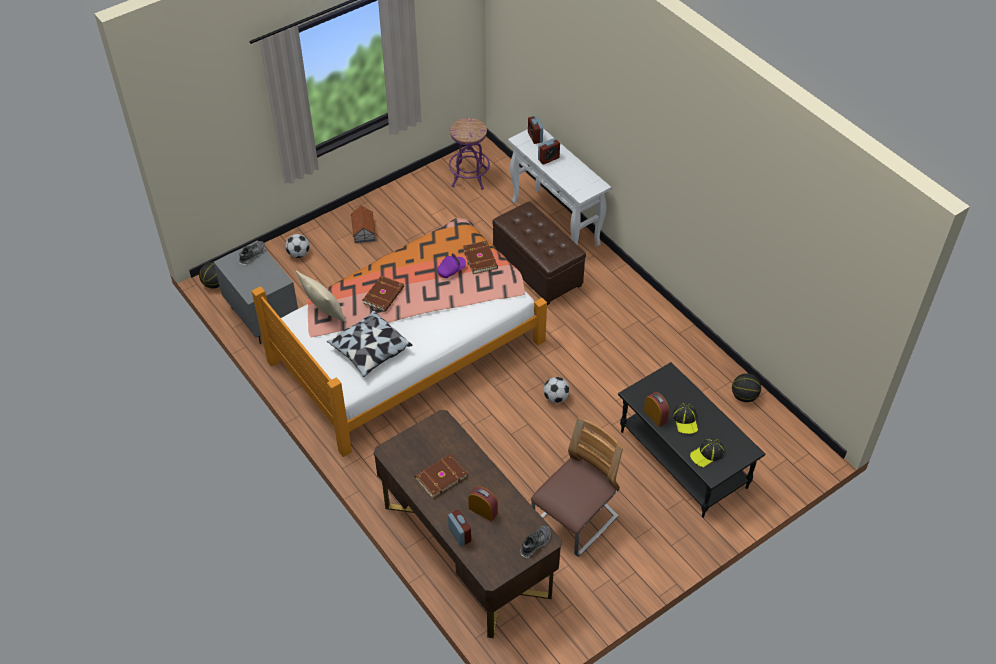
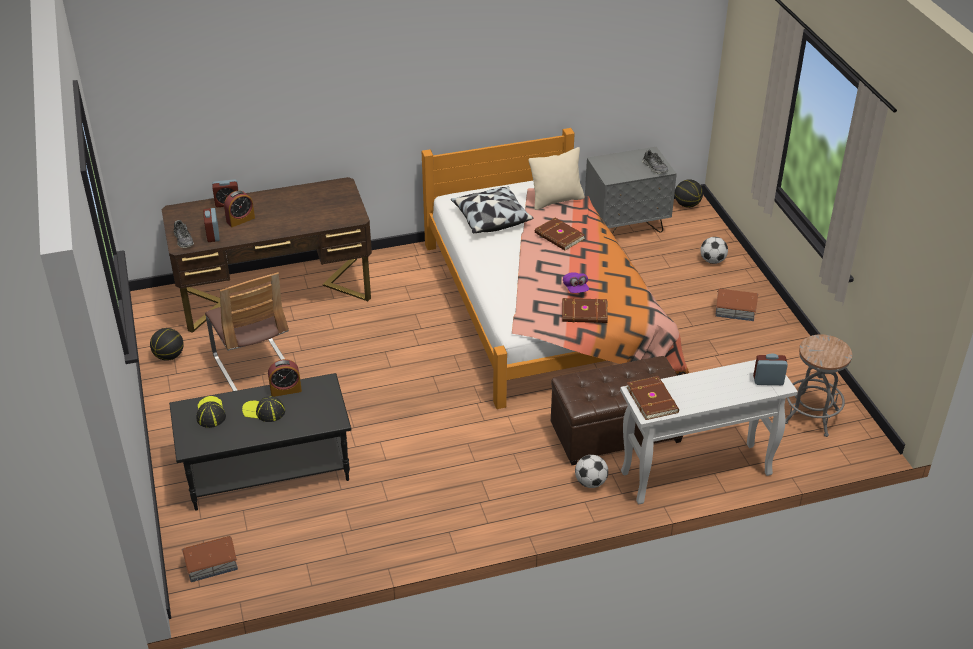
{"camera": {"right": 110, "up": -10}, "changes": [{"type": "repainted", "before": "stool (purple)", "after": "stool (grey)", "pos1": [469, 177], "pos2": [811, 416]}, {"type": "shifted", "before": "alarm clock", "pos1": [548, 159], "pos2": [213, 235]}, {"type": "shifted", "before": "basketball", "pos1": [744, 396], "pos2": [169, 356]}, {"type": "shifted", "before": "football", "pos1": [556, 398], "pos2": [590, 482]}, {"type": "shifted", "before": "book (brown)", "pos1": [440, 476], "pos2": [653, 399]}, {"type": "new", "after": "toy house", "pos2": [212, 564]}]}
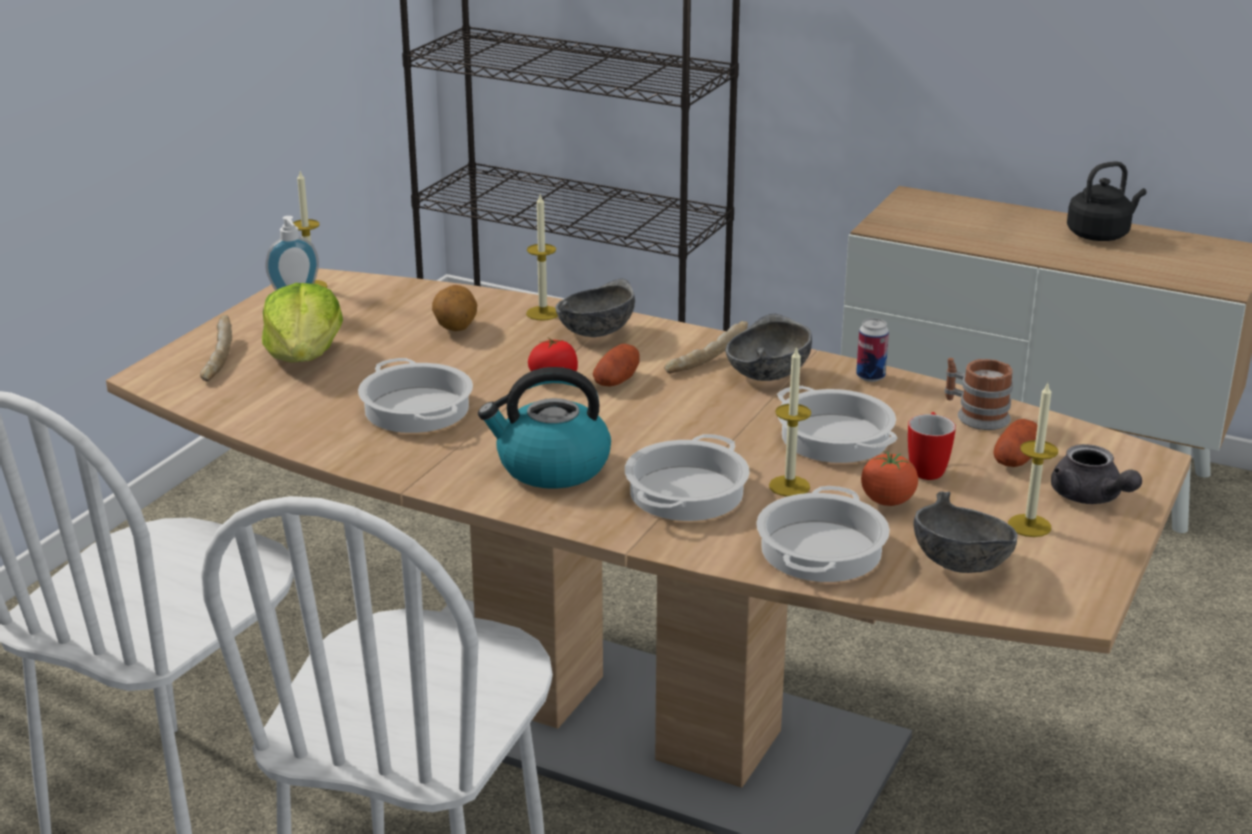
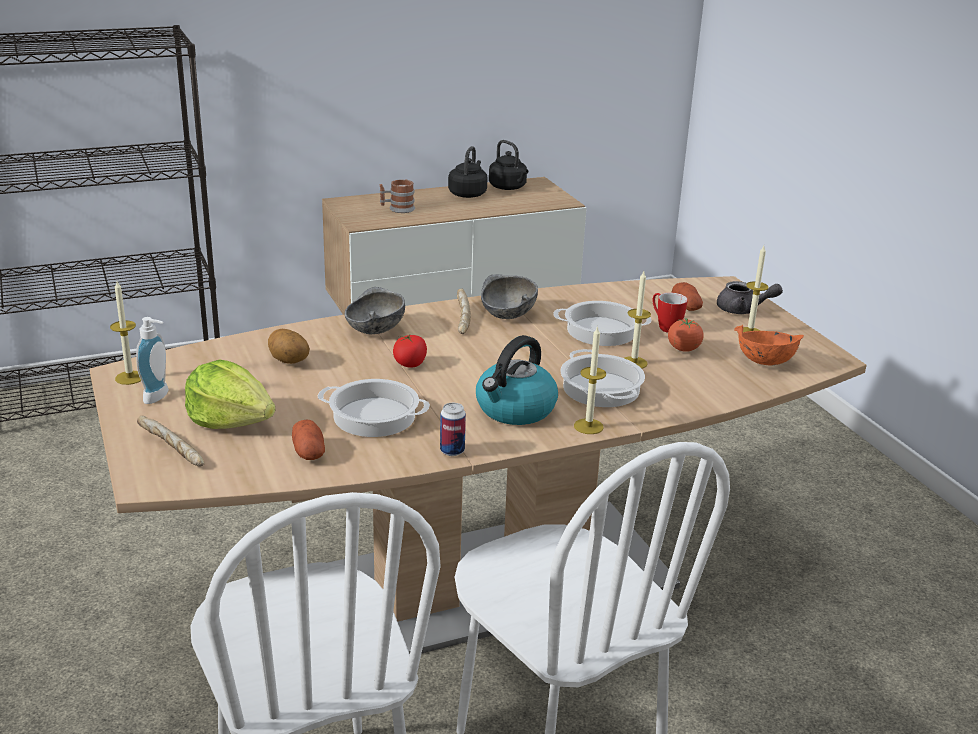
{"camera": {"right": -50, "up": 0}, "changes": [{"type": "shifted", "before": "candle", "pos1": [543, 313], "pos2": [588, 426]}, {"type": "shifted", "before": "can", "pos1": [870, 376], "pos2": [452, 451]}, {"type": "shifted", "before": "potato", "pos1": [616, 381], "pos2": [309, 452]}, {"type": "shifted", "before": "mug", "pos1": [975, 415], "pos2": [397, 209]}, {"type": "gone", "before": "cooking pot", "pos1": [820, 549]}, {"type": "repainted", "before": "bowl (grey)", "after": "bowl (orange)", "pos1": [962, 564], "pos2": [765, 361]}, {"type": "new", "after": "kettle (black)", "pos2": [509, 187]}]}
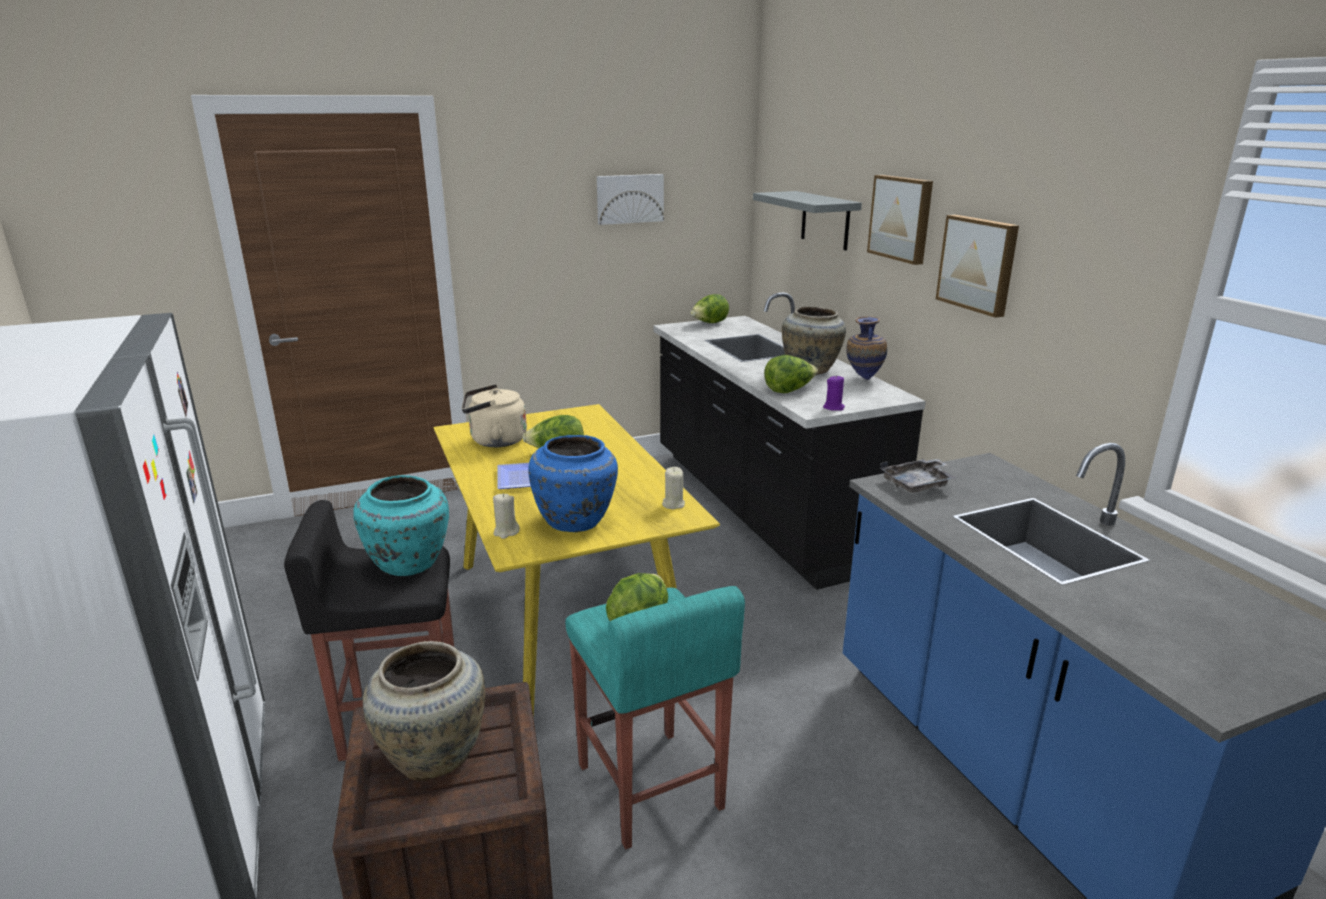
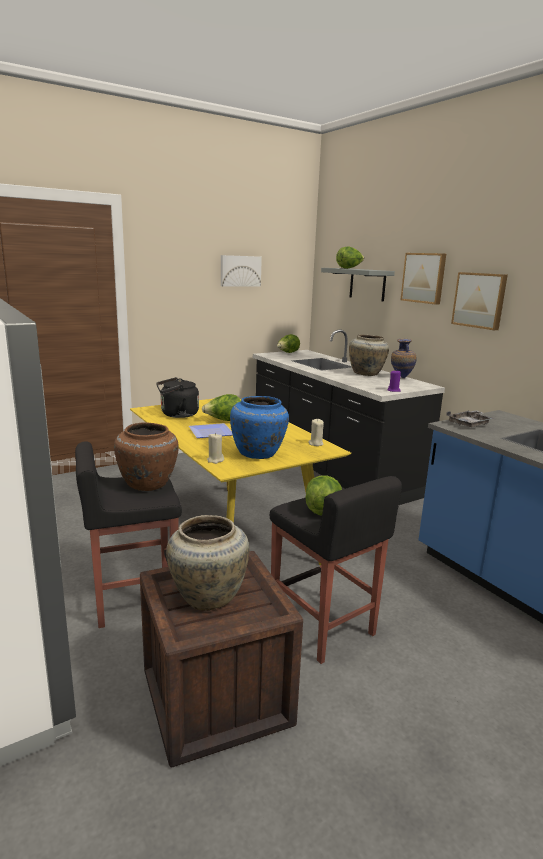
{"camera": {"right": -10, "up": -5}, "changes": [{"type": "shifted", "before": "lettuce", "pos1": [789, 391], "pos2": [349, 268]}, {"type": "repainted", "before": "kettle (beige)", "after": "kettle (black)", "pos1": [494, 441], "pos2": [177, 414]}, {"type": "repainted", "before": "vase (turquoise)", "after": "vase (brown)", "pos1": [408, 564], "pos2": [148, 484]}, {"type": "repainted", "before": "stool (turquoise)", "after": "stool (black)", "pos1": [650, 788], "pos2": [322, 627]}]}
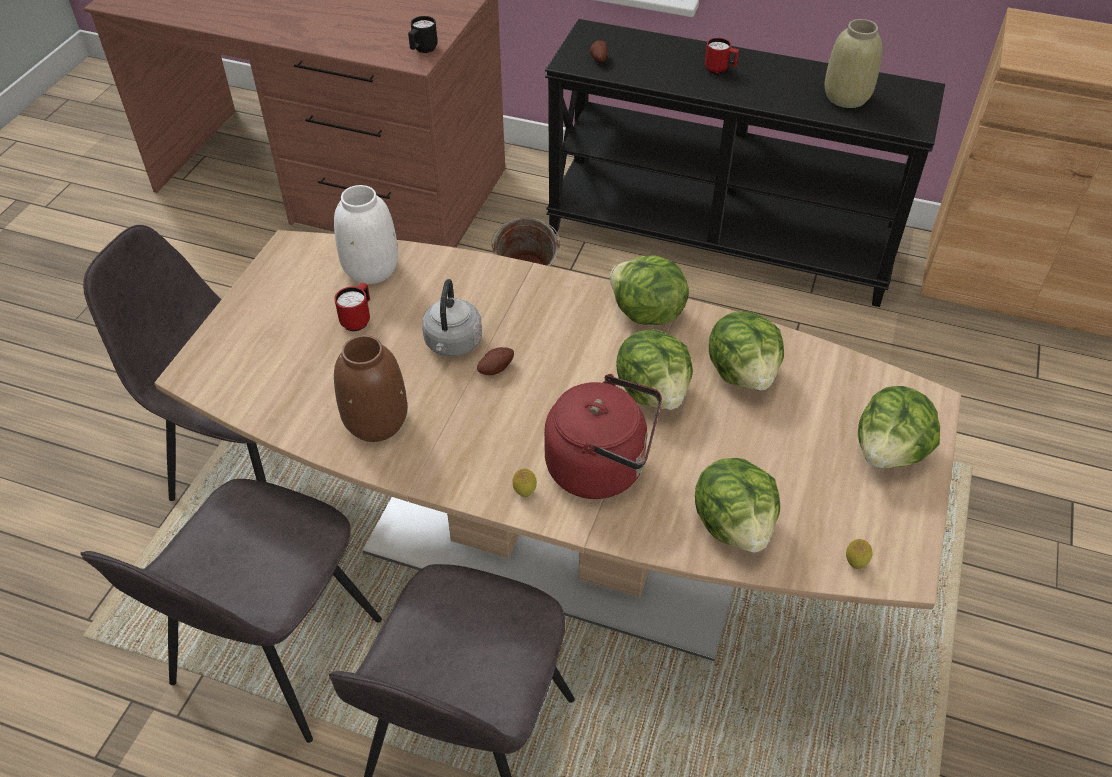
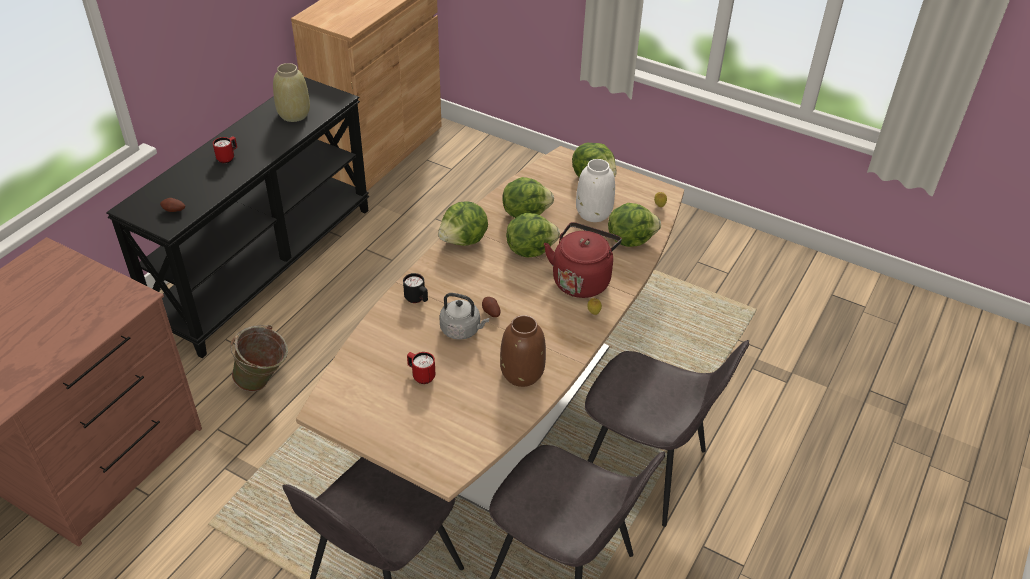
{"camera": {"right": -80, "up": -5}, "changes": [{"type": "shifted", "before": "mug (black)", "pos1": [423, 50], "pos2": [417, 299]}, {"type": "shifted", "before": "vase (white)", "pos1": [371, 269], "pos2": [594, 213]}]}
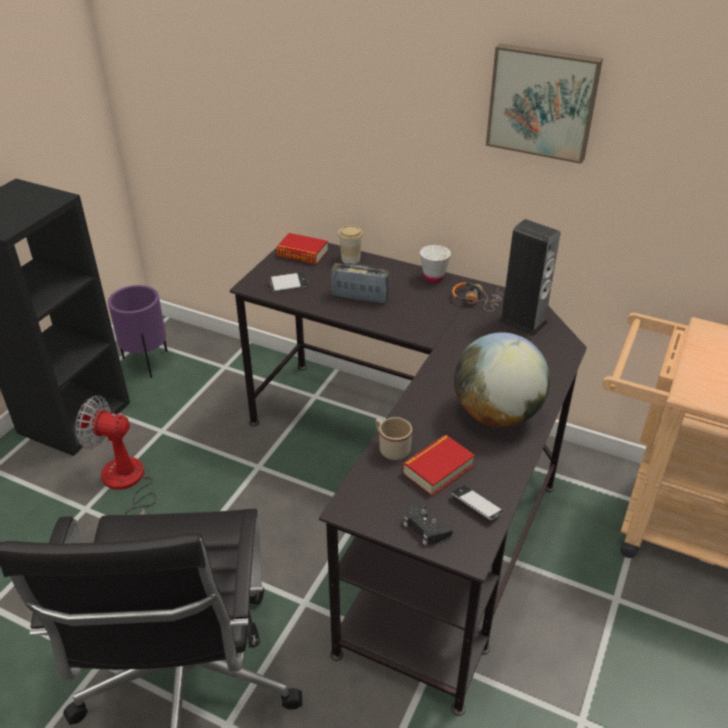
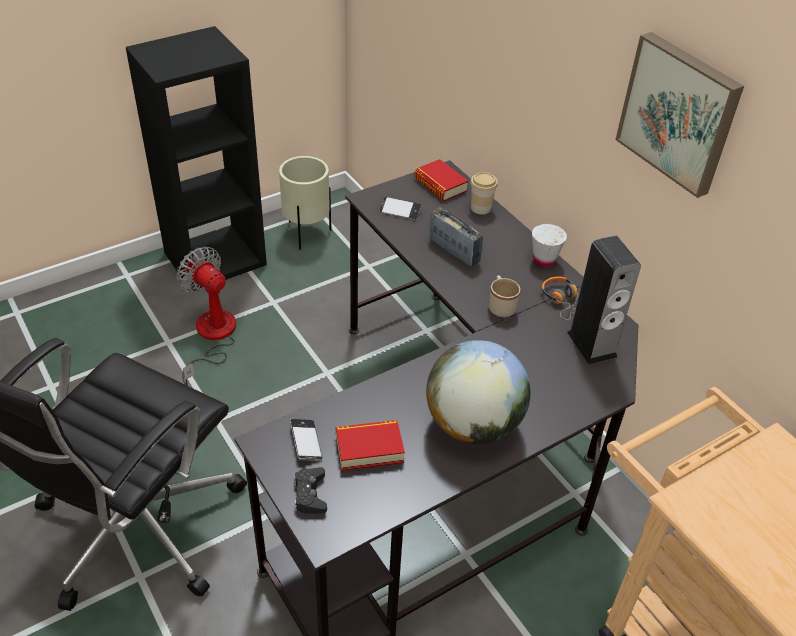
{"camera": {"right": 30, "up": 5}, "changes": [{"type": "repainted", "before": "planter (purple)", "after": "planter (beige)", "pos1": [147, 363], "pos2": [306, 234]}, {"type": "shifted", "before": "mug (beige)", "pos1": [391, 448], "pos2": [501, 306]}, {"type": "shifted", "before": "phone", "pos1": [476, 505], "pos2": [306, 442]}]}
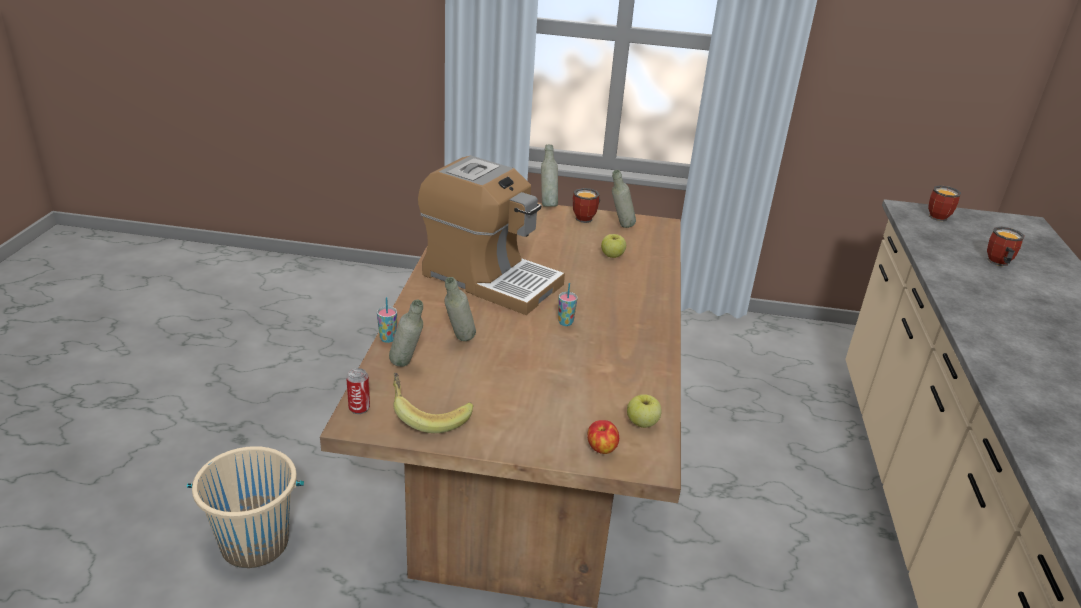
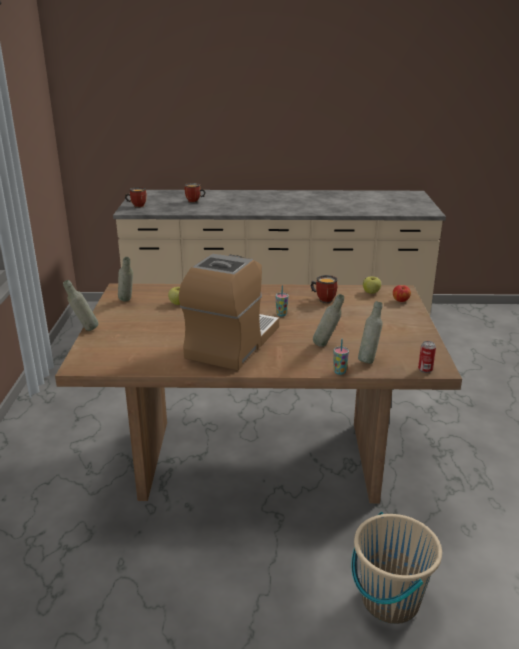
{"camera": {"right": -95, "up": -5}, "changes": [{"type": "shifted", "before": "mug", "pos1": [587, 218], "pos2": [323, 299]}, {"type": "gone", "before": "banana", "pos1": [429, 415]}]}
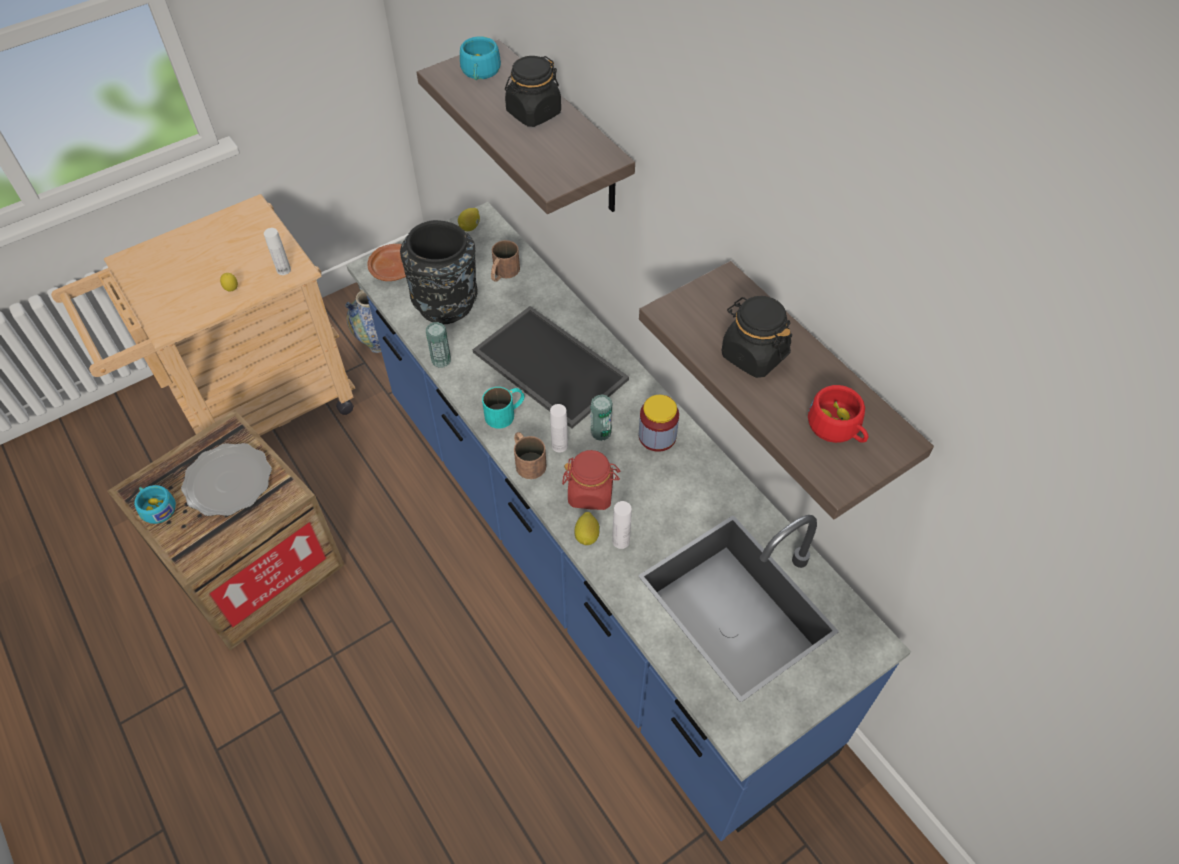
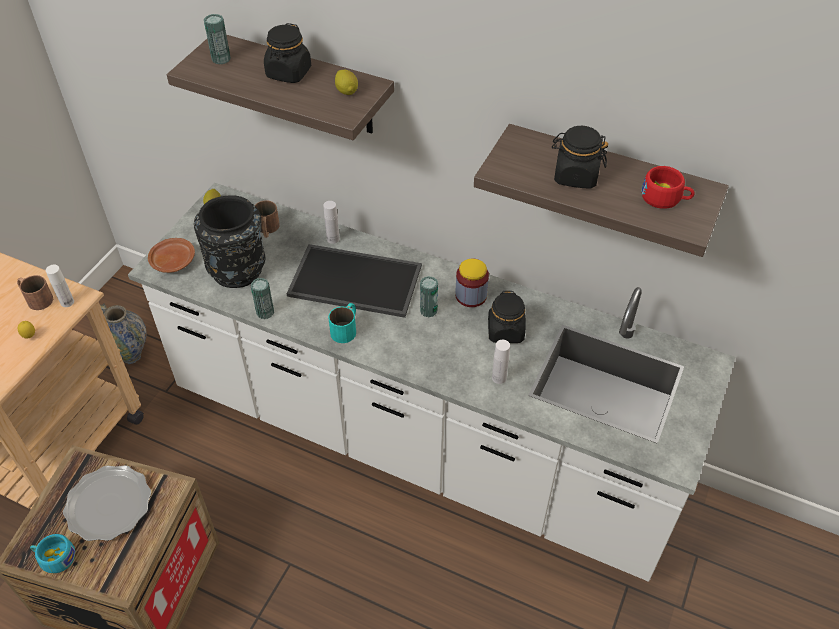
{"camera": {"right": -30, "up": -5}, "changes": [{"type": "swapped", "before": "cup (turquoise)", "after": "can", "pos1": [480, 73], "pos2": [221, 59]}, {"type": "repainted", "before": "counter (blue)", "after": "counter (white)", "pos1": [589, 564], "pos2": [419, 443]}, {"type": "shifted", "before": "bottle (white)", "pos1": [559, 445], "pos2": [333, 239]}, {"type": "shifted", "before": "mug (brown)", "pos1": [527, 460], "pos2": [36, 298]}, {"type": "gone", "before": "jar (red)", "pos1": [591, 492]}, {"type": "shifted", "before": "lemon", "pos1": [587, 535], "pos2": [347, 91]}, {"type": "new", "after": "jar (black)", "pos2": [505, 331]}]}
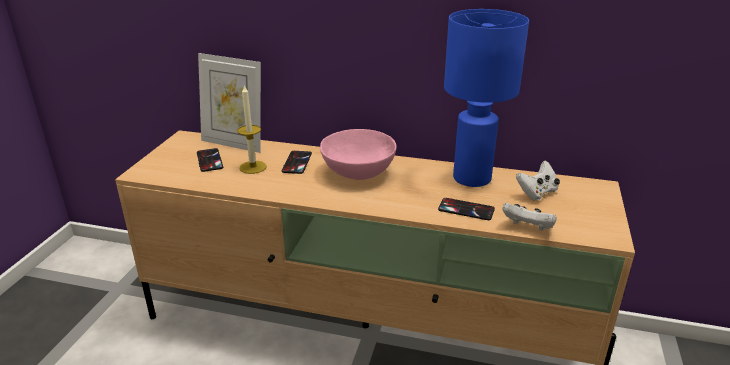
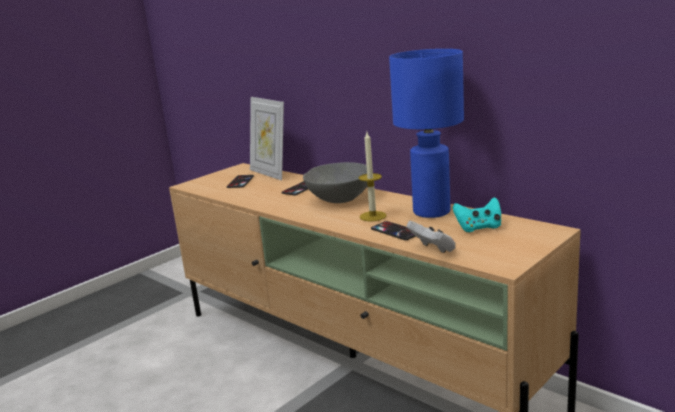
{"camera": {"right": 30, "up": -10}, "changes": [{"type": "shifted", "before": "candle", "pos1": [253, 167], "pos2": [373, 216]}, {"type": "repainted", "before": "bowl (pink)", "after": "bowl (grey)", "pos1": [358, 173], "pos2": [339, 199]}, {"type": "repainted", "before": "game controller (white)", "after": "game controller (turquoise)", "pos1": [537, 193], "pos2": [479, 228]}]}
